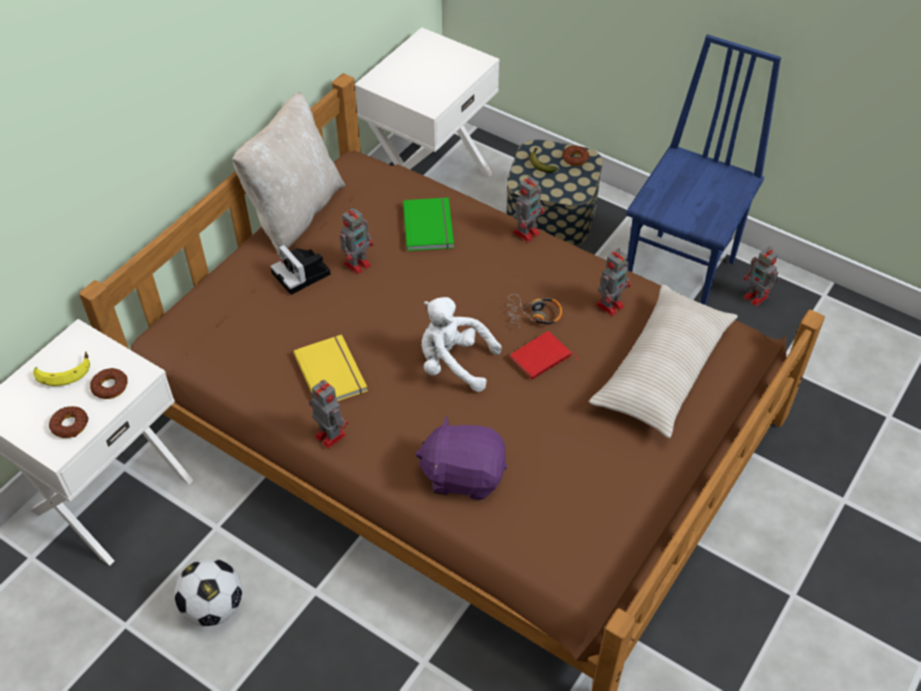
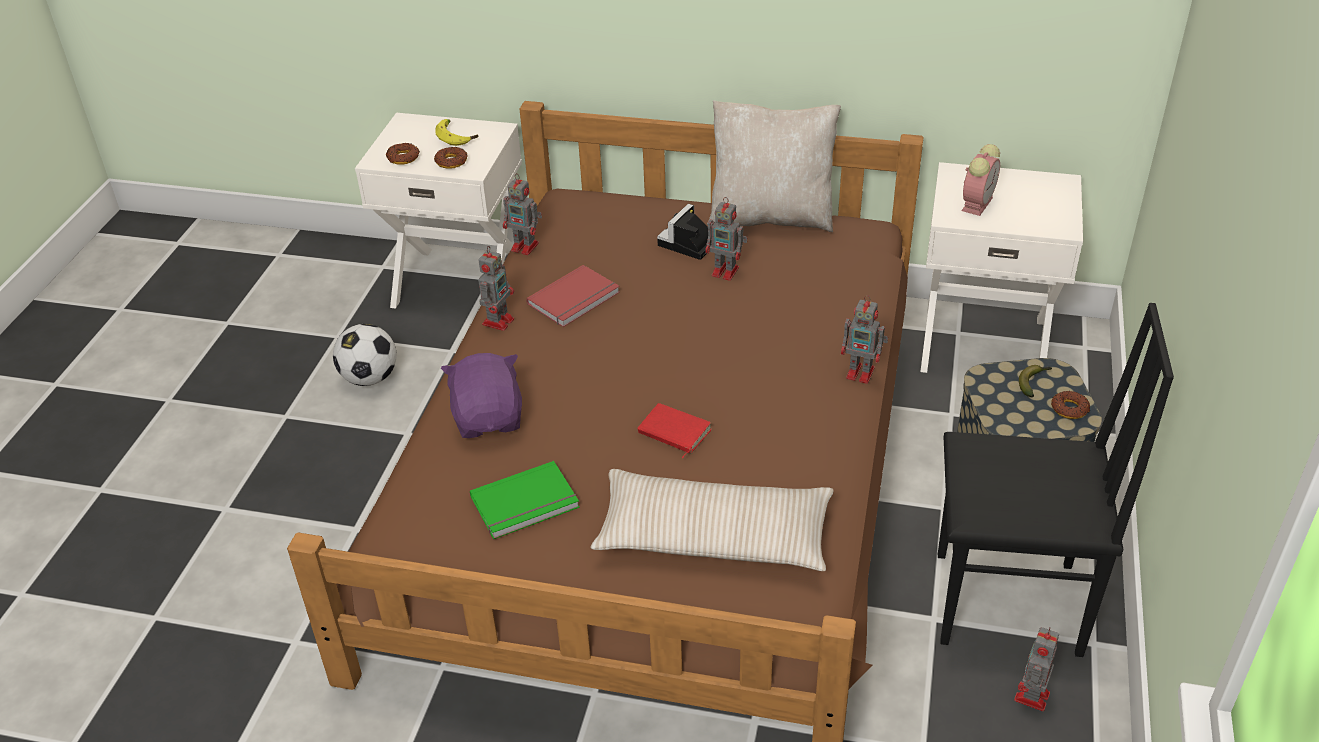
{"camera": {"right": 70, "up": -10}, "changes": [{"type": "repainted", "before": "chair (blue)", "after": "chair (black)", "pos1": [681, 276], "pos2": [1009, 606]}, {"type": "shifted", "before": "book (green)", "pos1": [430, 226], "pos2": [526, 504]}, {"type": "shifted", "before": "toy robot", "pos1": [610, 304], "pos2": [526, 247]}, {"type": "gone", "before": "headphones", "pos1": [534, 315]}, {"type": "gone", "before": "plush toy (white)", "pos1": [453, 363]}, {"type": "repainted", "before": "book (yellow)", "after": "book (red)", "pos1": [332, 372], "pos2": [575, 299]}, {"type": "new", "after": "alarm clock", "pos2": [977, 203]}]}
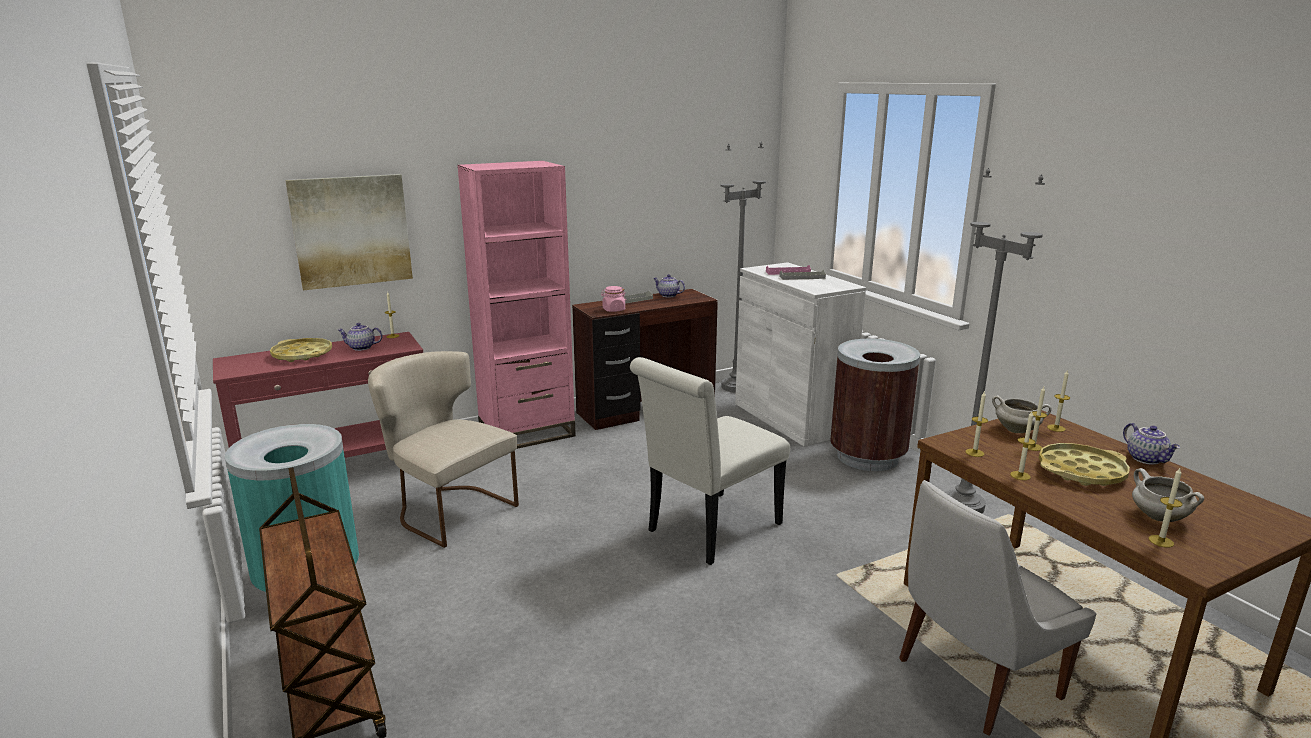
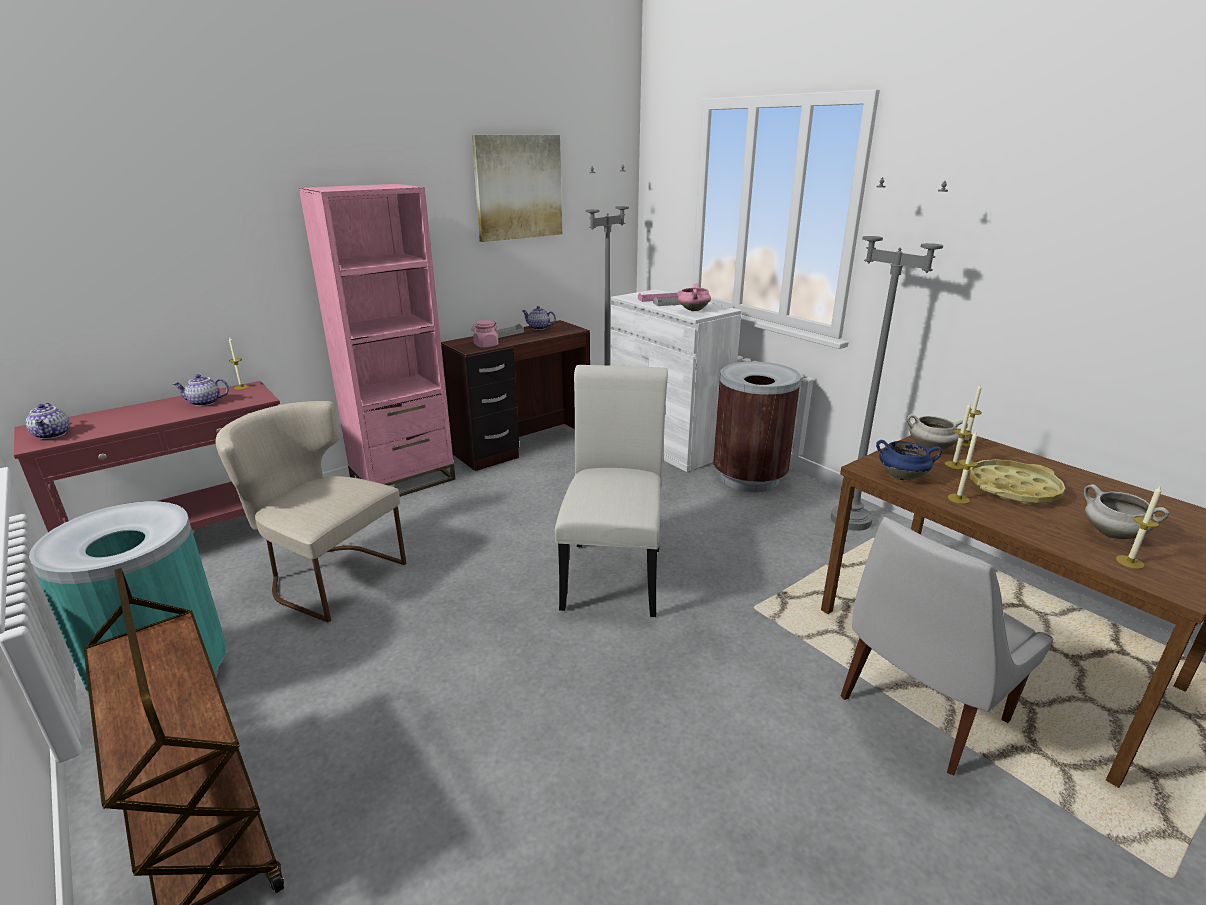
{"camera": {"right": -10, "up": 5}, "changes": [{"type": "shifted", "before": "picture", "pos1": [351, 231], "pos2": [518, 187]}, {"type": "gone", "before": "tray (yellow)", "pos1": [302, 355]}, {"type": "rotated", "before": "chair (white)", "pos1": [708, 531], "pos2": [614, 572], "turn": 150}, {"type": "swapped", "before": "candle", "after": "cooking pot (blue)", "pos1": [974, 453], "pos2": [902, 476]}, {"type": "shifted", "before": "teapot", "pos1": [1147, 459], "pos2": [53, 435]}, {"type": "new", "after": "cooking pot (pink)", "pos2": [693, 310]}]}
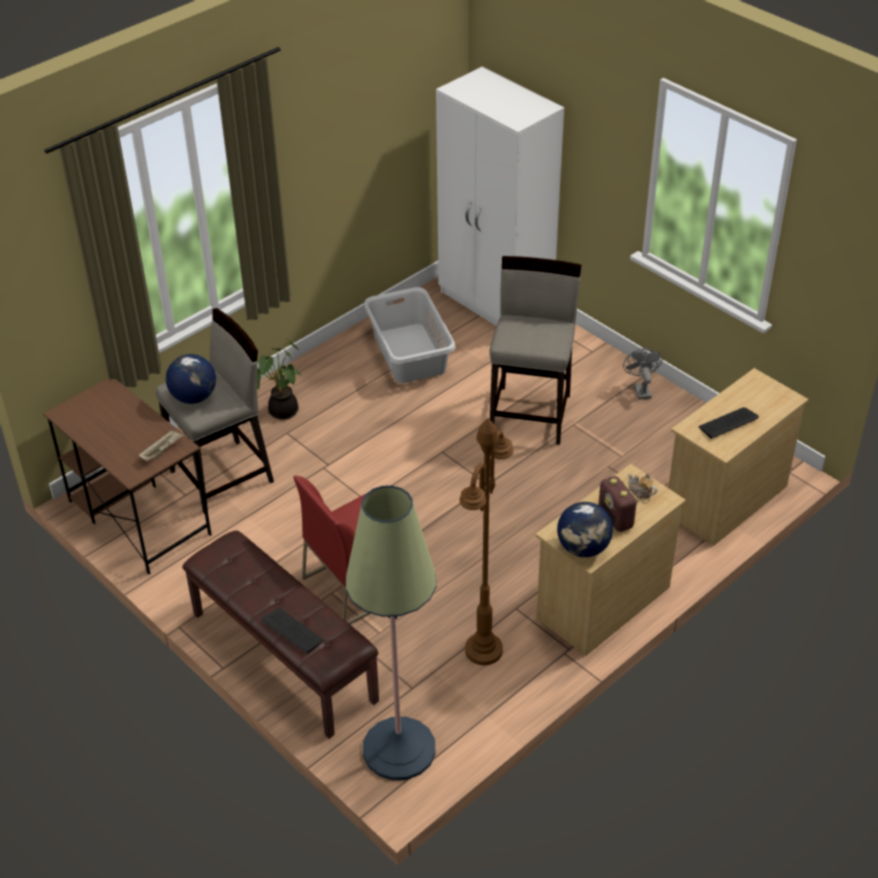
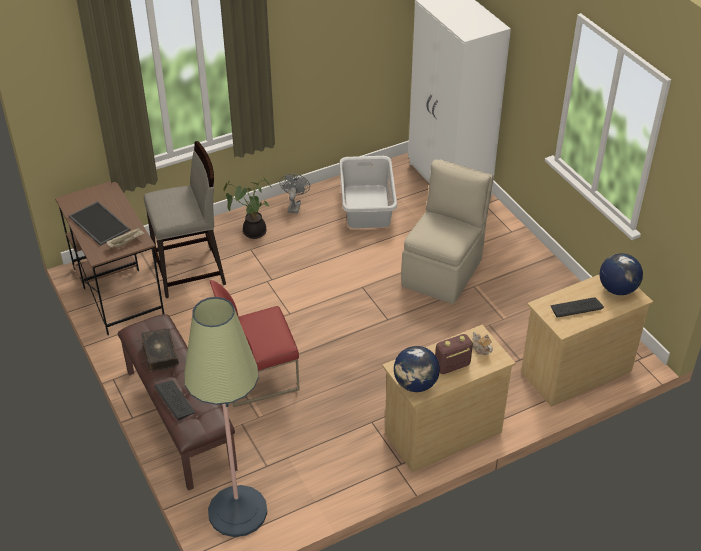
{"camera": {"right": 15, "up": 0}, "changes": [{"type": "swapped", "before": "stool (beige)", "after": "chair (beige)", "pos1": [531, 414], "pos2": [443, 271]}, {"type": "shifted", "before": "fan (grey)", "pos1": [640, 389], "pos2": [294, 205]}, {"type": "shifted", "before": "globe", "pos1": [193, 397], "pos2": [617, 289]}, {"type": "gone", "before": "floor lamp (brown)", "pos1": [483, 649]}, {"type": "rotated", "before": "radio", "pos1": [616, 518], "pos2": [452, 366], "turn": 75}, {"type": "new", "after": "tray", "pos2": [98, 223]}, {"type": "new", "after": "book", "pos2": [159, 354]}]}
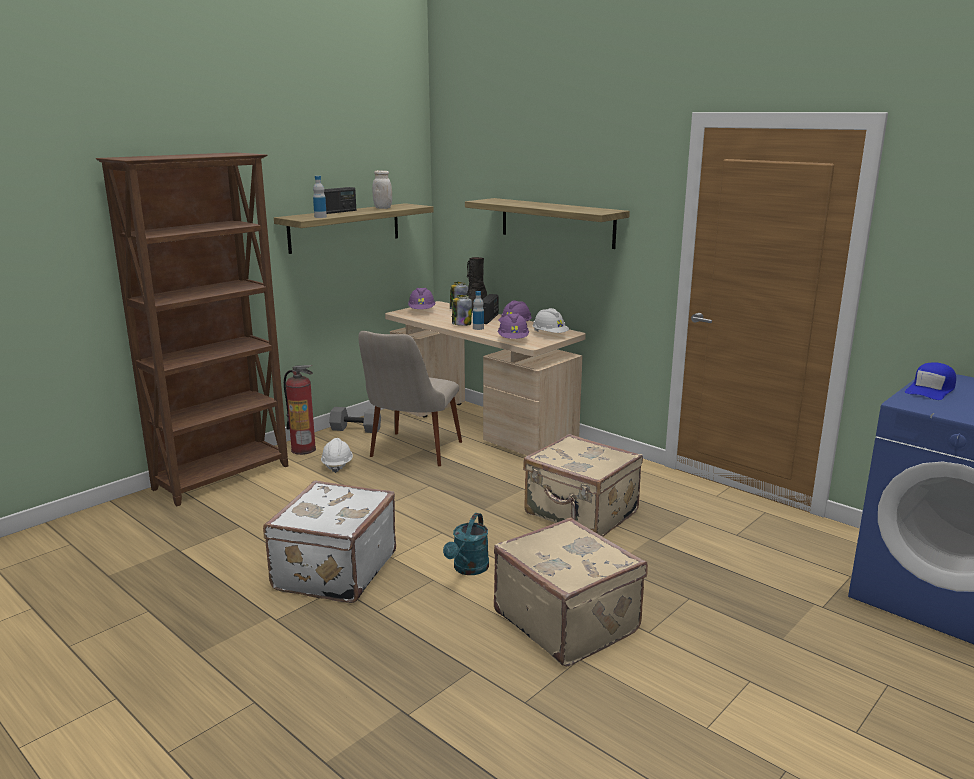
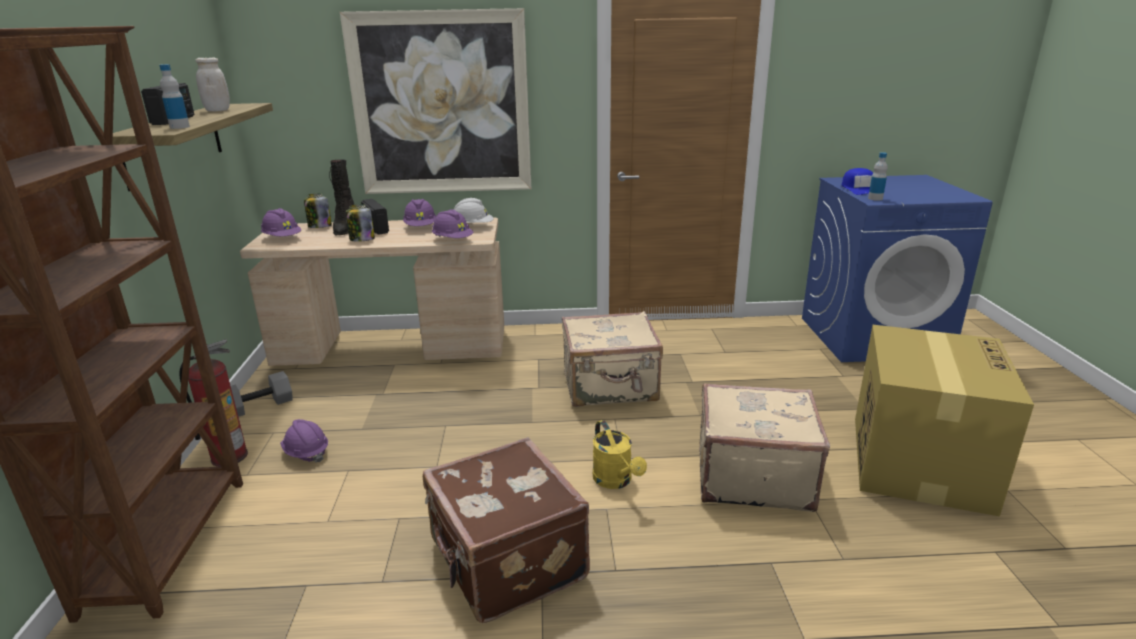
{"camera": {"right": -45, "up": 5}, "changes": [{"type": "swapped", "before": "shelf", "after": "picture", "pos1": [556, 222], "pos2": [441, 104]}, {"type": "shifted", "before": "bottle", "pos1": [478, 328], "pos2": [875, 198]}, {"type": "gone", "before": "chair (beige)", "pos1": [410, 455]}, {"type": "repainted", "before": "hard hat (white)", "after": "hard hat (purple)", "pos1": [337, 465], "pos2": [306, 453]}, {"type": "repainted", "before": "suitcase (white)", "after": "suitcase (brown)", "pos1": [333, 571], "pos2": [505, 562]}, {"type": "repainted", "before": "watering can (turquoise)", "after": "watering can (yellow)", "pos1": [468, 569], "pos2": [616, 481]}, {"type": "new", "after": "cardboard box", "pos2": [918, 461]}]}
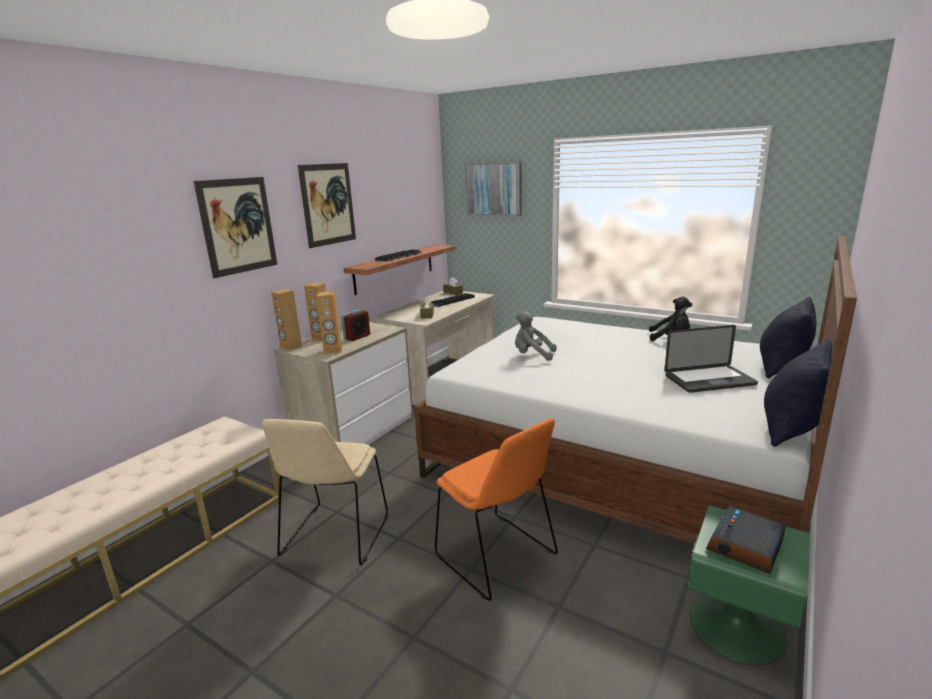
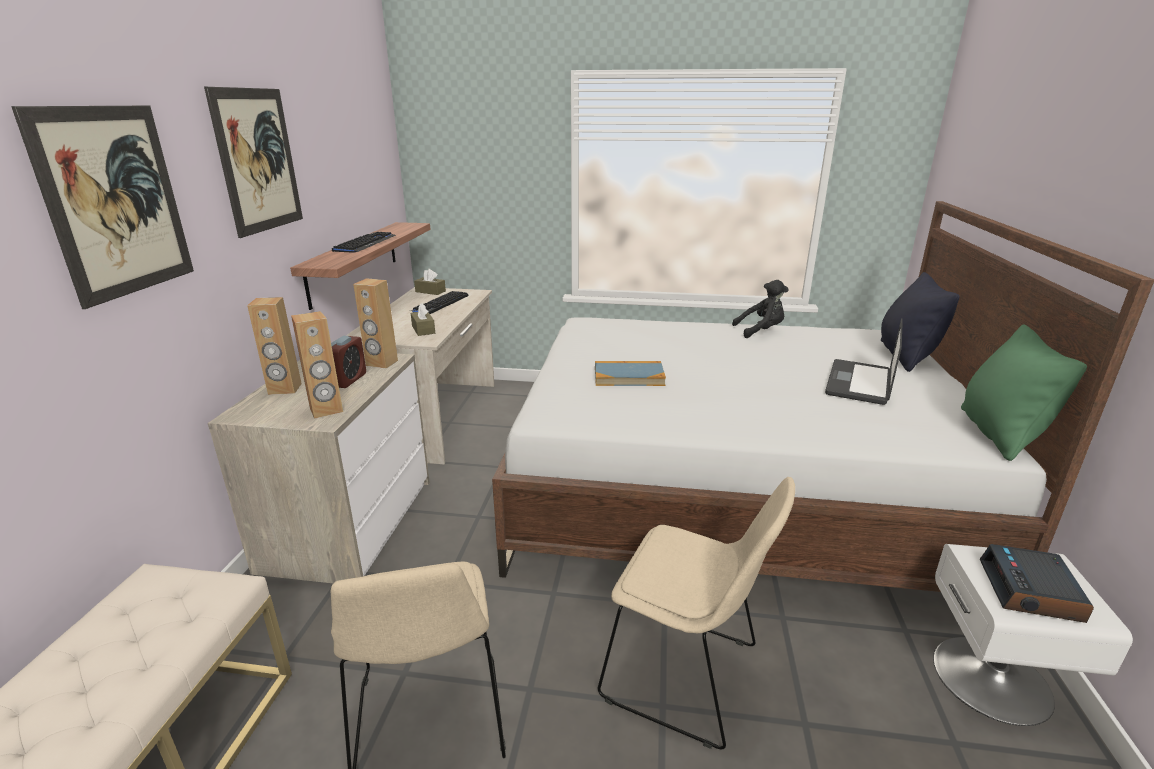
{"camera": {"right": -25, "up": 5}, "changes": [{"type": "gone", "before": "picture", "pos1": [494, 189]}, {"type": "shifted", "before": "speaker (brown)", "pos1": [291, 347], "pos2": [381, 363]}, {"type": "swapped", "before": "plush toy (grey)", "after": "book", "pos1": [532, 356], "pos2": [628, 377]}, {"type": "rotated", "before": "laptop", "pos1": [709, 380], "pos2": [859, 383], "turn": 150}, {"type": "repainted", "before": "pillow (black)", "after": "pillow (green)", "pos1": [792, 429], "pos2": [999, 434]}, {"type": "repainted", "before": "chair (orange)", "after": "chair (beige)", "pos1": [498, 557], "pos2": [685, 675]}, {"type": "repainted", "before": "nightstand (green)", "after": "nightstand (white)", "pos1": [738, 627], "pos2": [993, 678]}]}
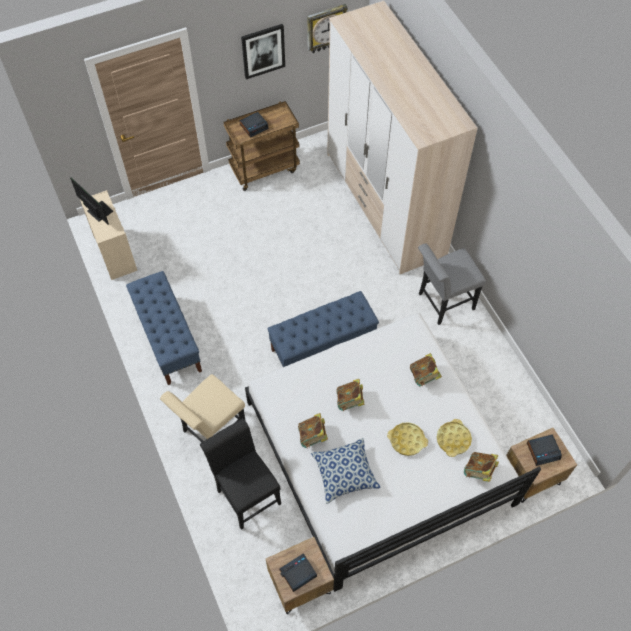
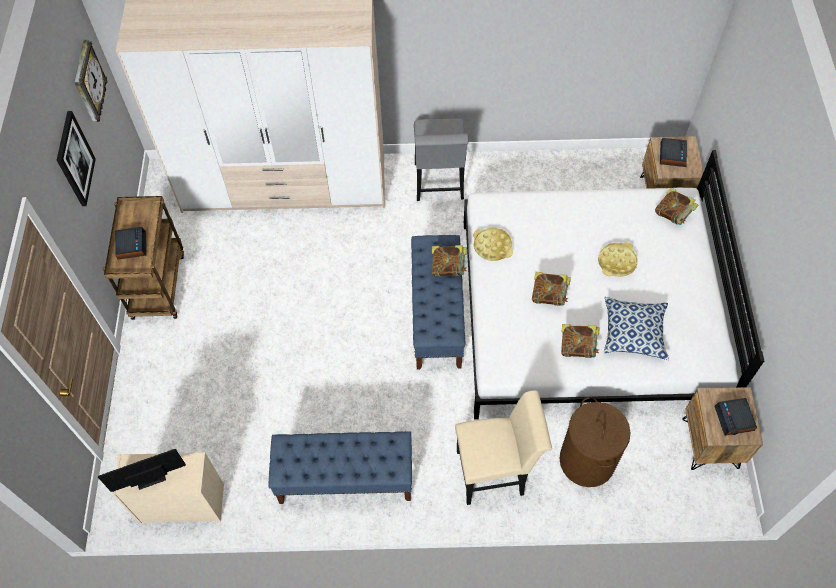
{"camera": {"right": -65, "up": 0}, "changes": [{"type": "shifted", "before": "book", "pos1": [424, 376], "pos2": [449, 268]}, {"type": "rotated", "before": "chair (beige)", "pos1": [211, 432], "pos2": [496, 472], "turn": -75}, {"type": "swapped", "before": "chair (black)", "after": "laundry basket (brown)", "pos1": [246, 493], "pos2": [586, 460]}, {"type": "shifted", "before": "tray (yellow)", "pos1": [453, 439], "pos2": [492, 246]}]}
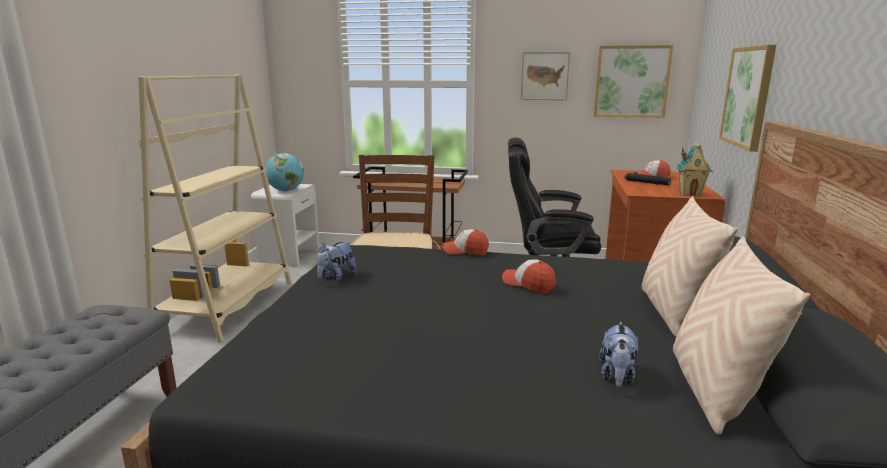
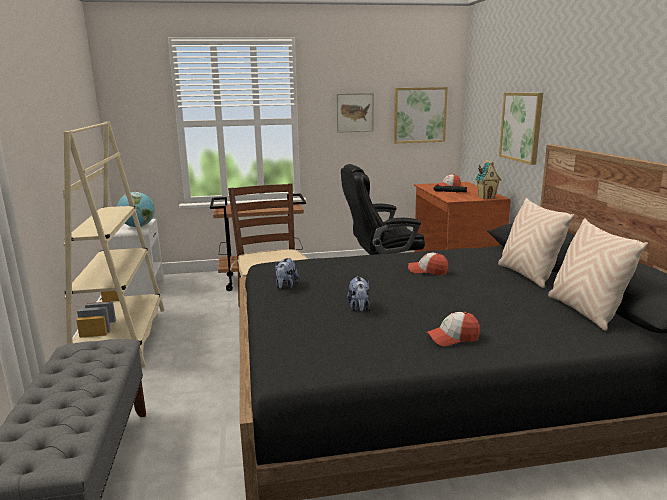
{"camera": {"right": -20, "up": 0}, "changes": [{"type": "shifted", "before": "cap", "pos1": [465, 251], "pos2": [453, 338]}, {"type": "shifted", "before": "plush toy", "pos1": [617, 376], "pos2": [359, 308]}]}
